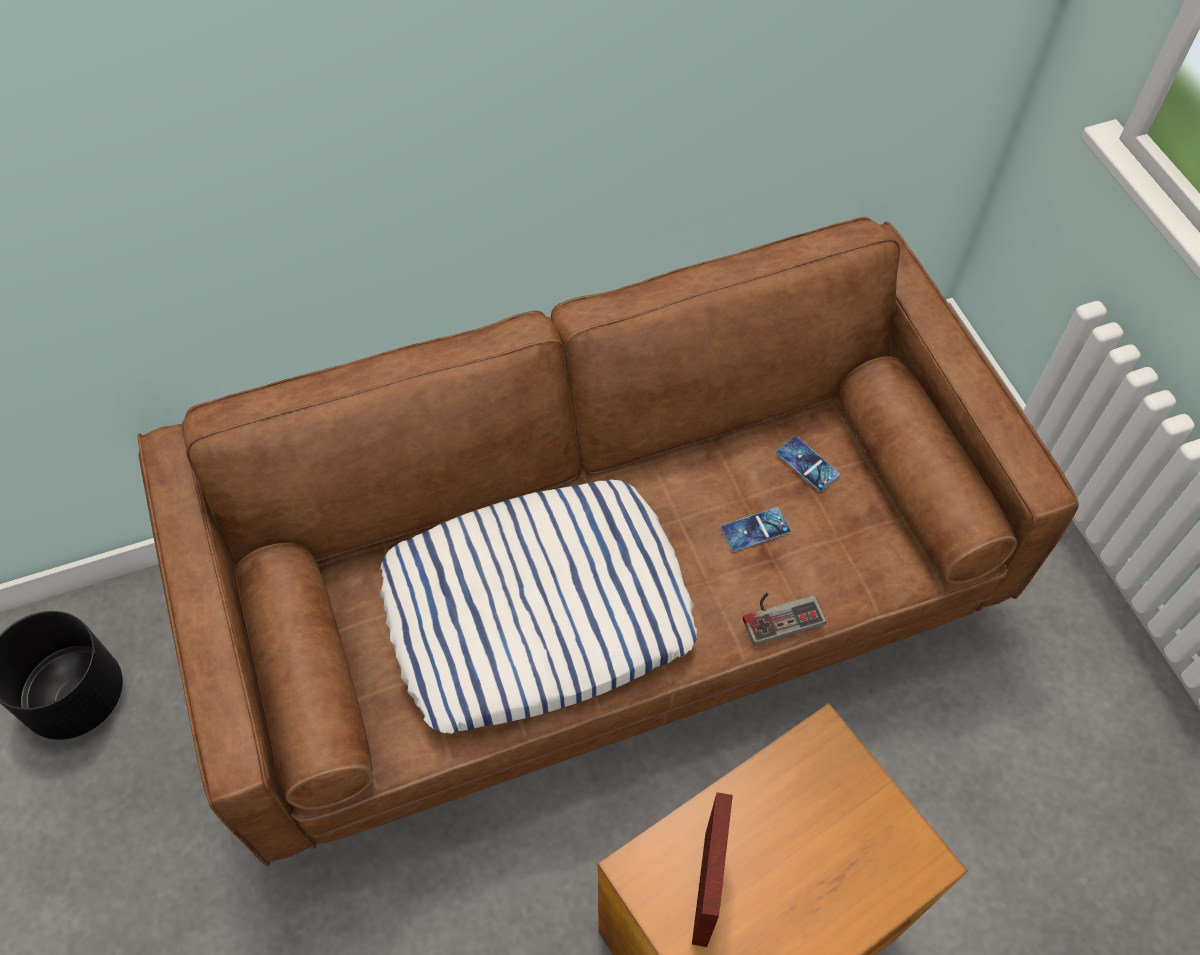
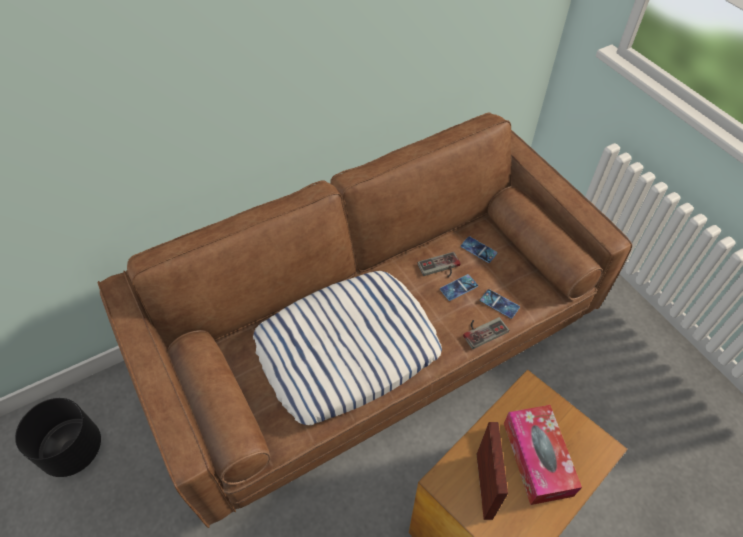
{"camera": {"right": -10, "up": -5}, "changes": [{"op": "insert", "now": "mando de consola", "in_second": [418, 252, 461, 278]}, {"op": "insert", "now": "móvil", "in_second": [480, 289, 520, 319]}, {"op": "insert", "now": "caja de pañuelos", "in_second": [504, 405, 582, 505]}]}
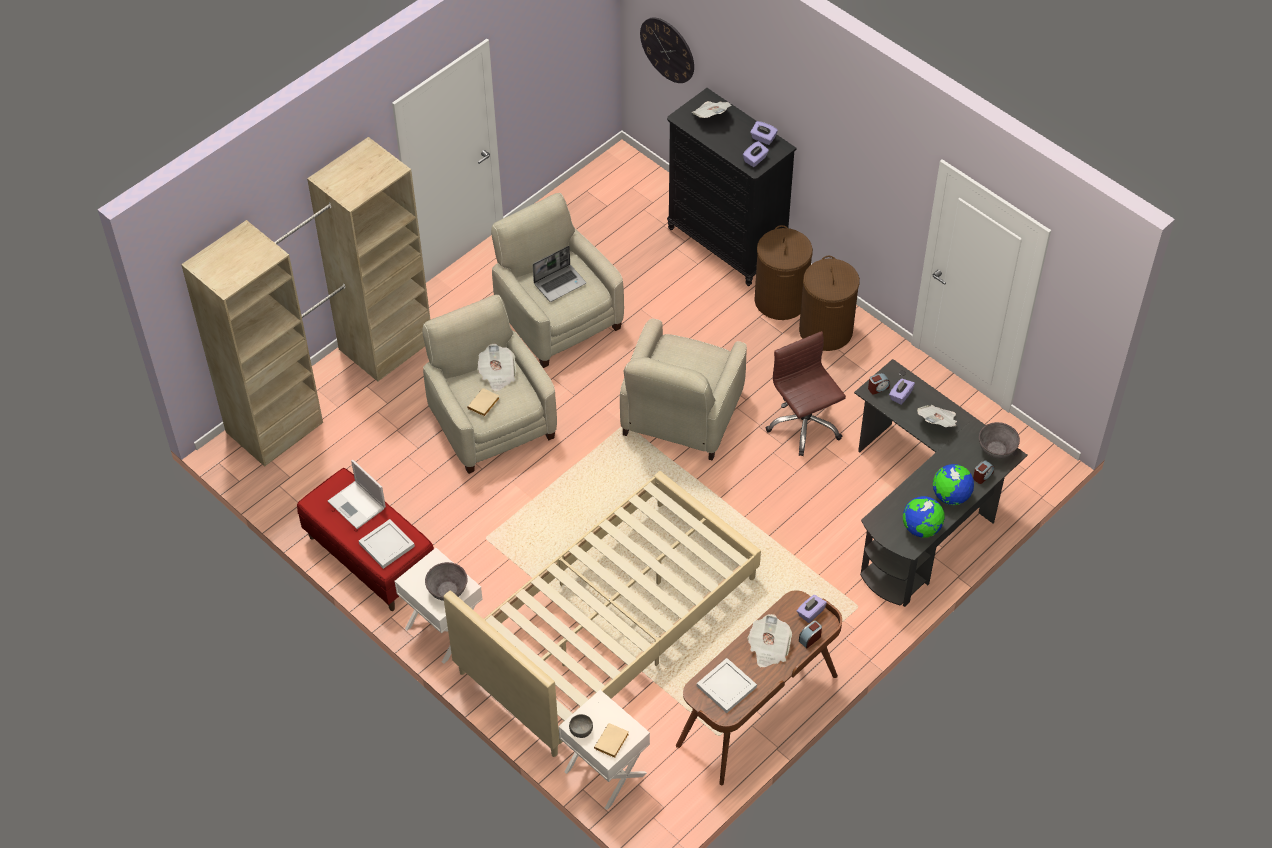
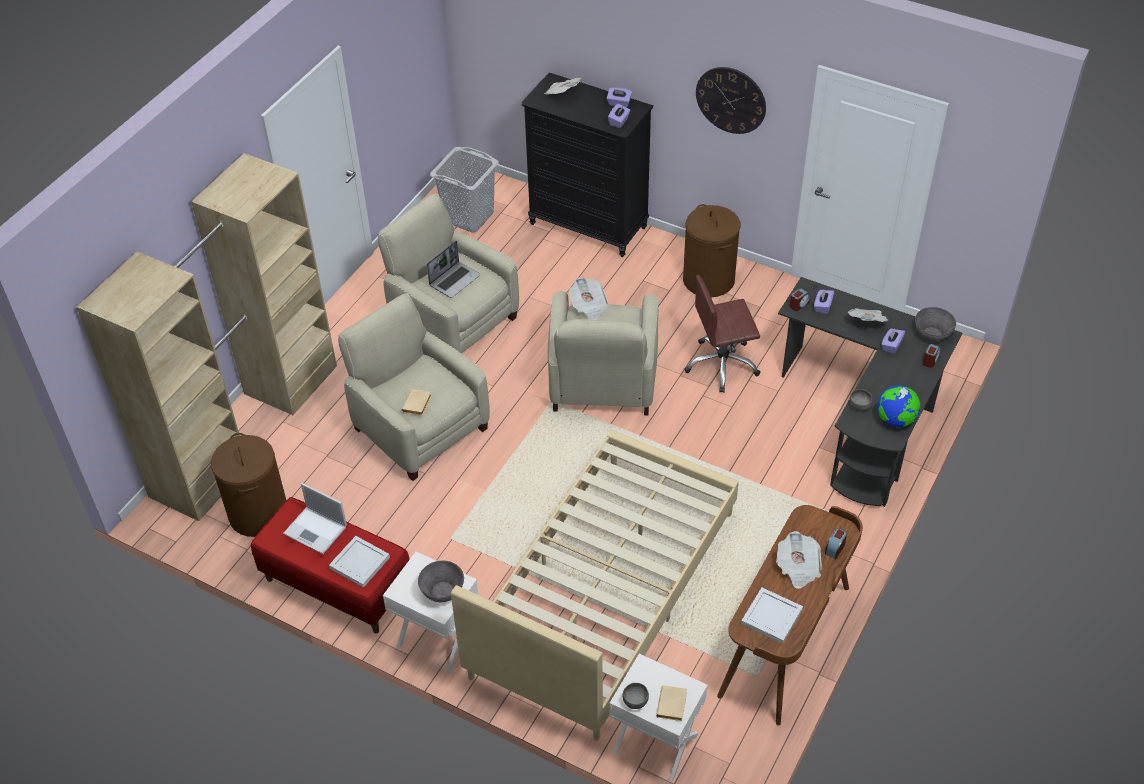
{"camera": {"right": -15, "up": -5}, "changes": [{"op": "delete", "was": "globo terráqueo", "in_first": [933, 464, 974, 505]}, {"op": "insert", "now": "cesto de la ropa [gris]", "in_second": [430, 147, 499, 233]}, {"op": "insert", "now": "cuenco [gris]", "in_second": [850, 389, 873, 411]}, {"op": "move", "was": "periódico", "in_first": [477, 344, 516, 391], "in_second": [569, 277, 609, 320]}, {"op": "move", "was": "reloj de pared", "in_first": [640, 17, 694, 83], "in_second": [696, 67, 766, 134]}, {"op": "move", "was": "cesto de la ropa [marrón]", "in_first": [754, 225, 813, 320], "in_second": [211, 433, 286, 537]}, {"op": "move", "was": "caja de pañuelos [morado]", "in_first": [797, 595, 827, 623], "in_second": [881, 328, 905, 354]}, {"op": "rotate", "was": "silla de oficina [marrón]", "in_first": [766, 331, 846, 456], "in_second": [684, 275, 760, 393], "clockwise": -60}]}
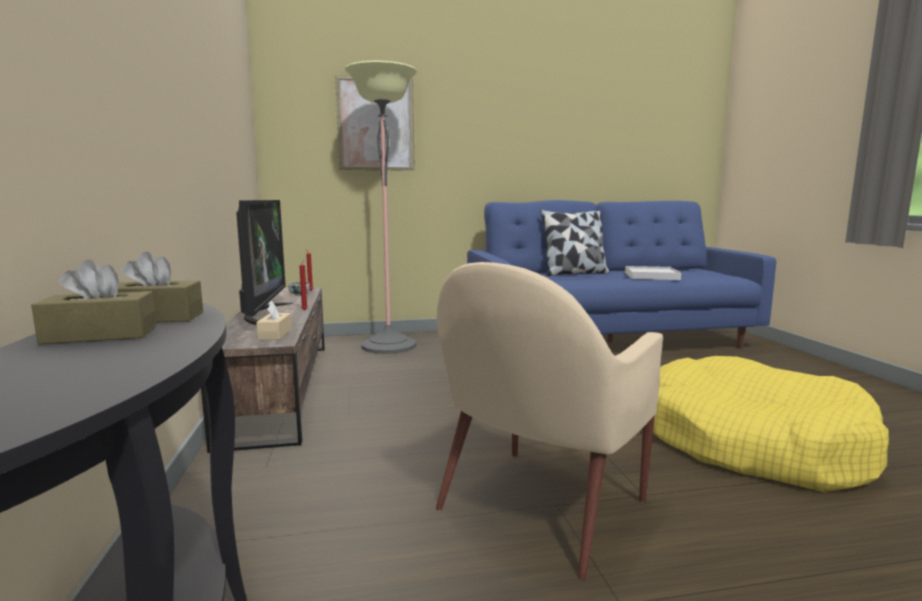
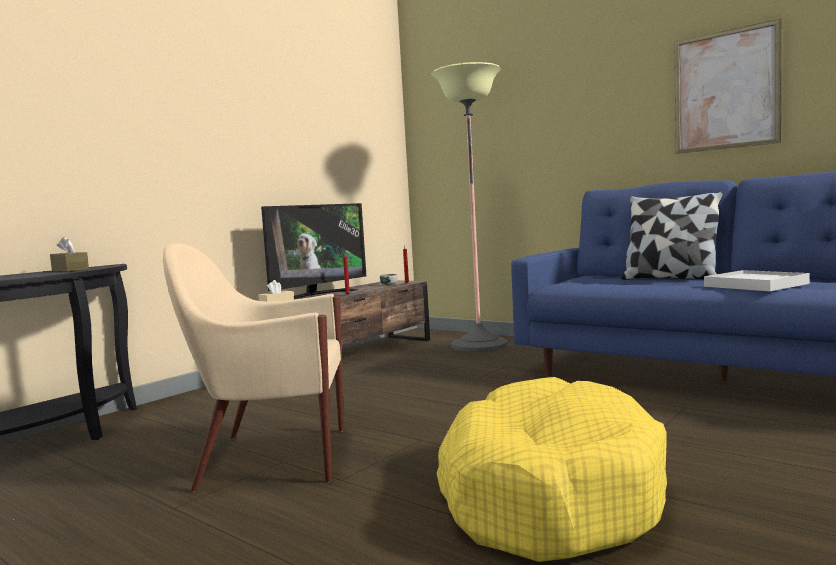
{"camera": {"right": 50, "up": -5}, "changes": [{"op": "delete", "was": "caja de pañuelos [marrón]", "in_first": [31, 260, 157, 345]}, {"op": "move", "was": "cuadro", "in_first": [335, 75, 415, 171], "in_second": [674, 19, 781, 154]}]}
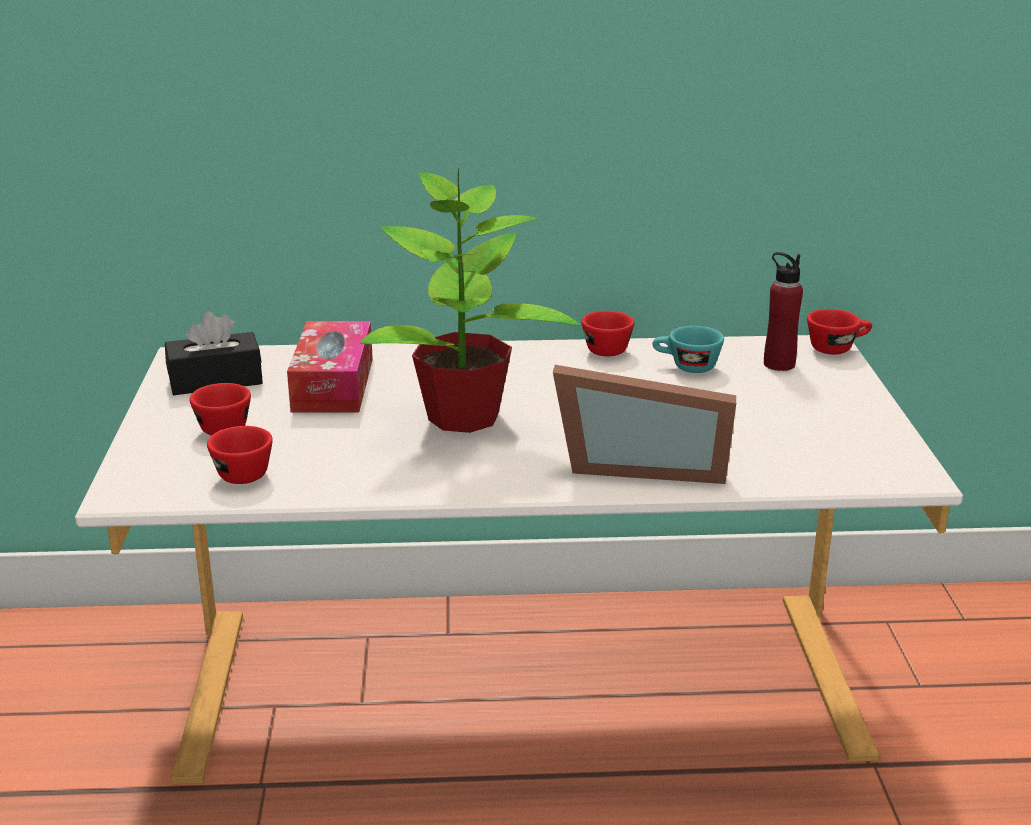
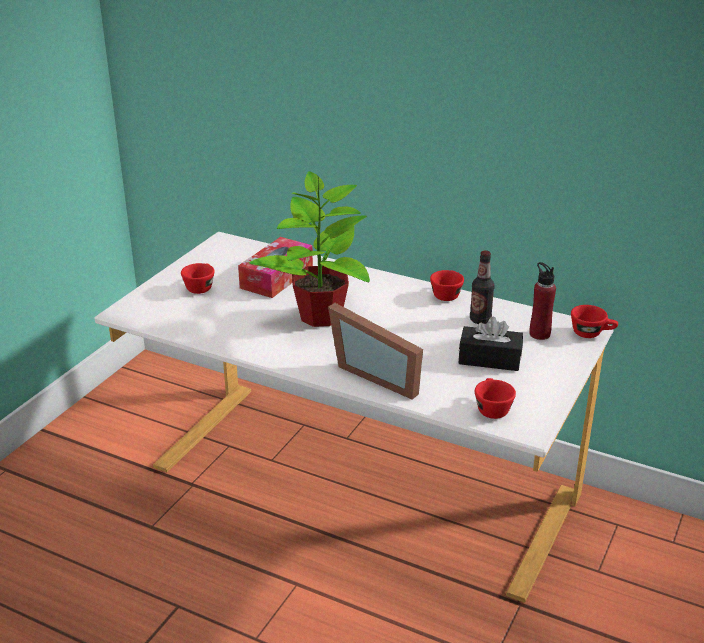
{"camera": {"right": 30, "up": 5}, "changes": [{"op": "move", "was": "caja de pañuelos [negro]", "in_first": [165, 311, 263, 395], "in_second": [459, 316, 523, 371]}, {"op": "move", "was": "taza [rojo]", "in_first": [207, 426, 273, 484], "in_second": [475, 378, 516, 419]}, {"op": "replace", "was": "taza [turquesa]", "now": "botella", "in_first": [652, 326, 724, 373], "in_second": [470, 250, 495, 324]}]}
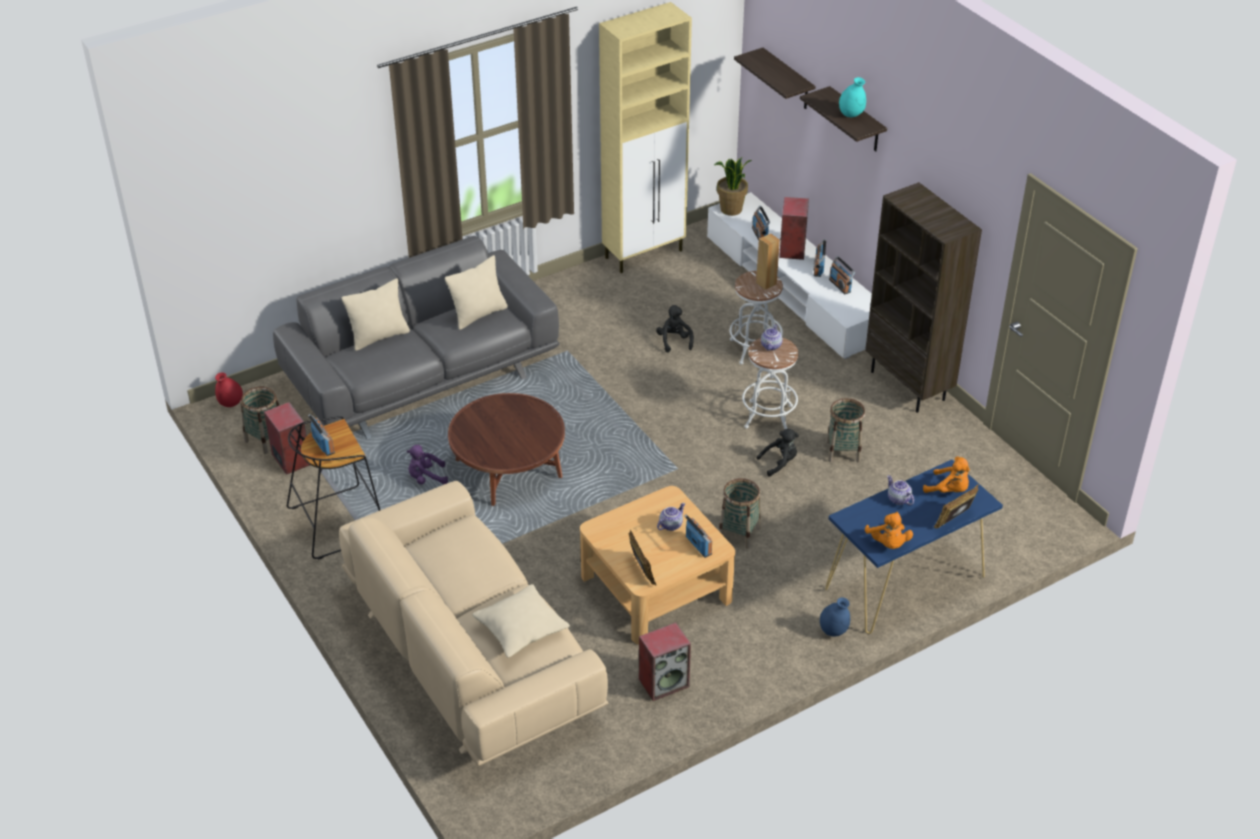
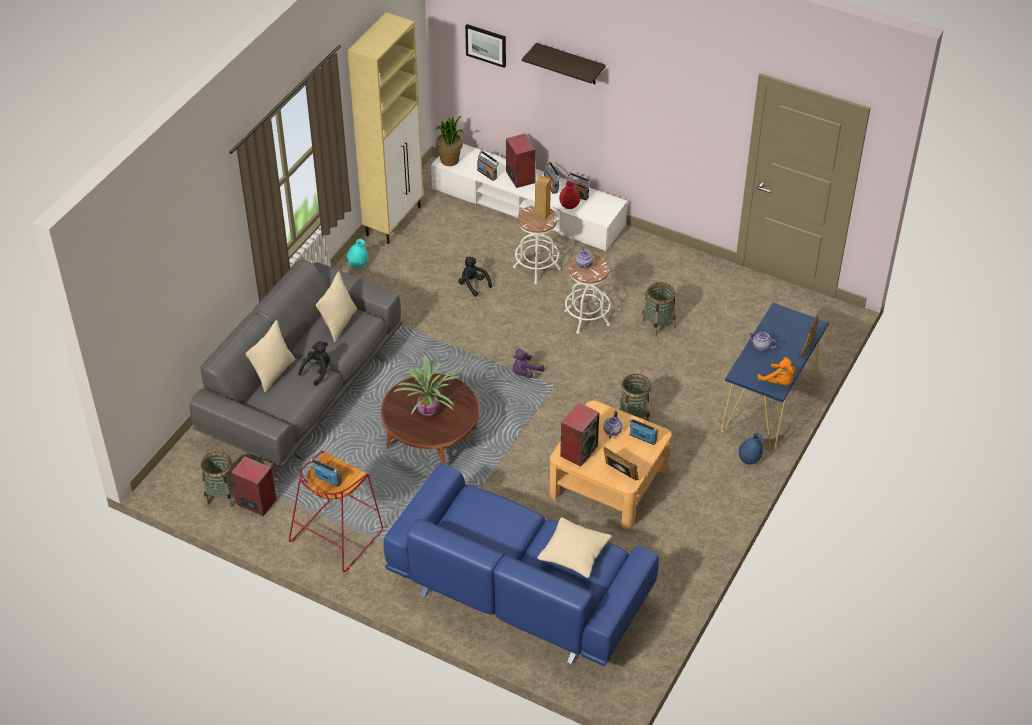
{"camera": {"right": -30, "up": 5}, "changes": [{"op": "delete", "was": "estantería [marrón]", "in_first": [865, 182, 982, 413]}, {"op": "delete", "was": "peluche [naranja]", "in_first": [923, 457, 970, 493]}, {"op": "insert", "now": "planta en maceta", "in_second": [393, 355, 458, 416]}, {"op": "move", "was": "florero [rojo]", "in_first": [215, 372, 243, 407], "in_second": [559, 182, 580, 209]}, {"op": "move", "was": "peluche [morado]", "in_first": [407, 445, 448, 484], "in_second": [513, 349, 544, 378]}, {"op": "move", "was": "altavoz", "in_first": [639, 623, 691, 701], "in_second": [560, 402, 599, 466]}, {"op": "move", "was": "peluche [negro]", "in_first": [757, 429, 799, 476], "in_second": [298, 341, 330, 386]}, {"op": "move", "was": "florero [turquesa]", "in_first": [839, 77, 866, 117], "in_second": [347, 239, 368, 268]}, {"op": "replace", "was": "estante", "now": "cuadro", "in_first": [734, 48, 816, 109], "in_second": [465, 24, 506, 68]}, {"op": "recolor", "was": "taburete [negro]", "now": "taburete [rojo]", "in_first": [287, 416, 380, 560], "in_second": [289, 451, 383, 572]}, {"op": "recolor", "was": "sofá [beis]", "now": "sofá [azul]", "in_first": [339, 481, 608, 766], "in_second": [384, 464, 659, 666]}]}
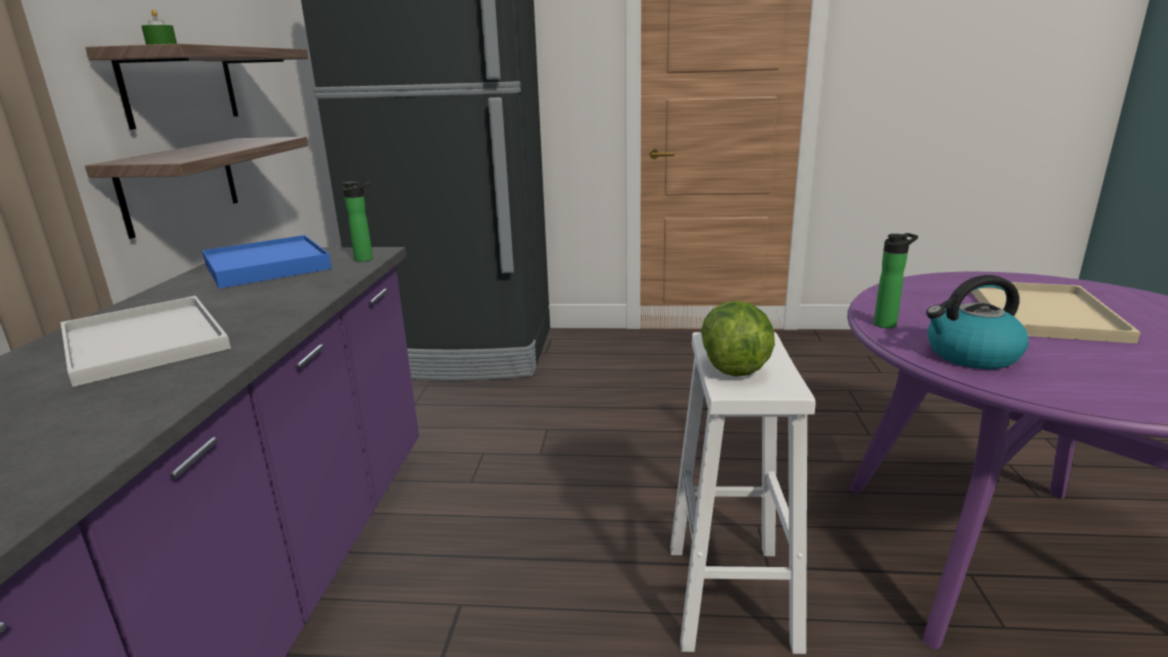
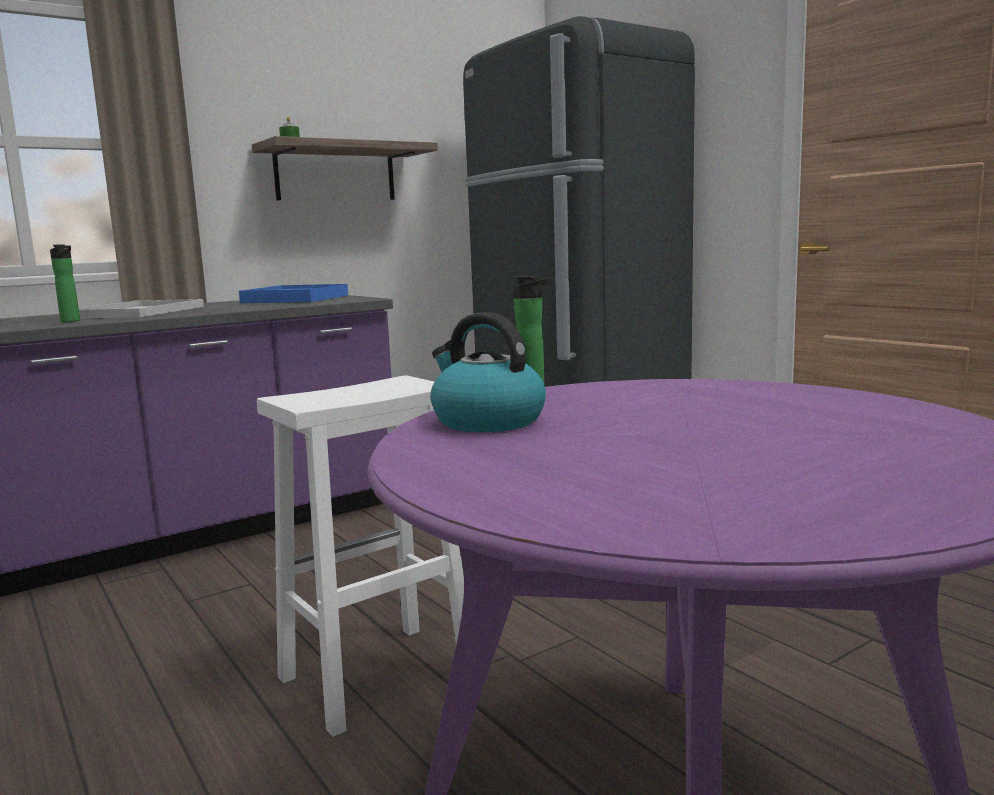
{"camera": {"right": 50, "up": -10}, "changes": [{"op": "delete", "was": "estante", "in_first": [85, 137, 308, 239]}, {"op": "delete", "was": "lechuga", "in_first": [701, 301, 775, 377]}, {"op": "delete", "was": "bandeja [beis]", "in_first": [971, 282, 1141, 344]}, {"op": "move", "was": "botella", "in_first": [342, 182, 373, 262], "in_second": [50, 244, 80, 322]}]}
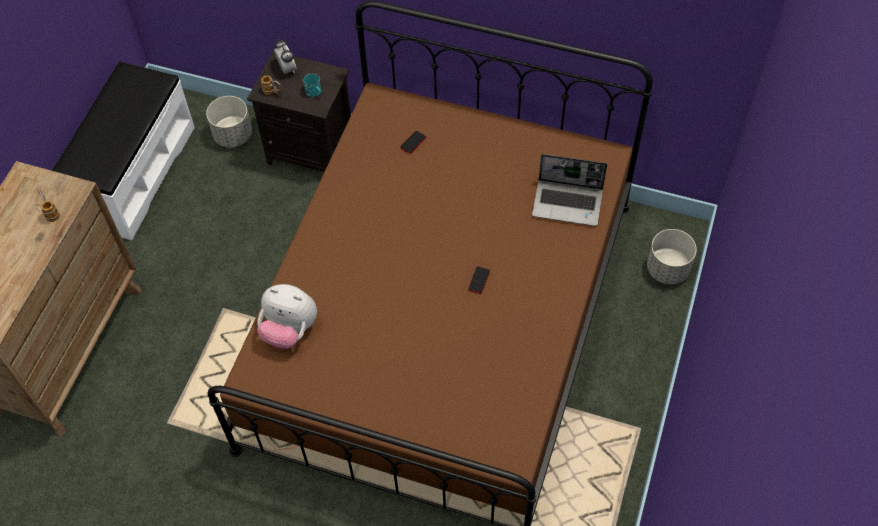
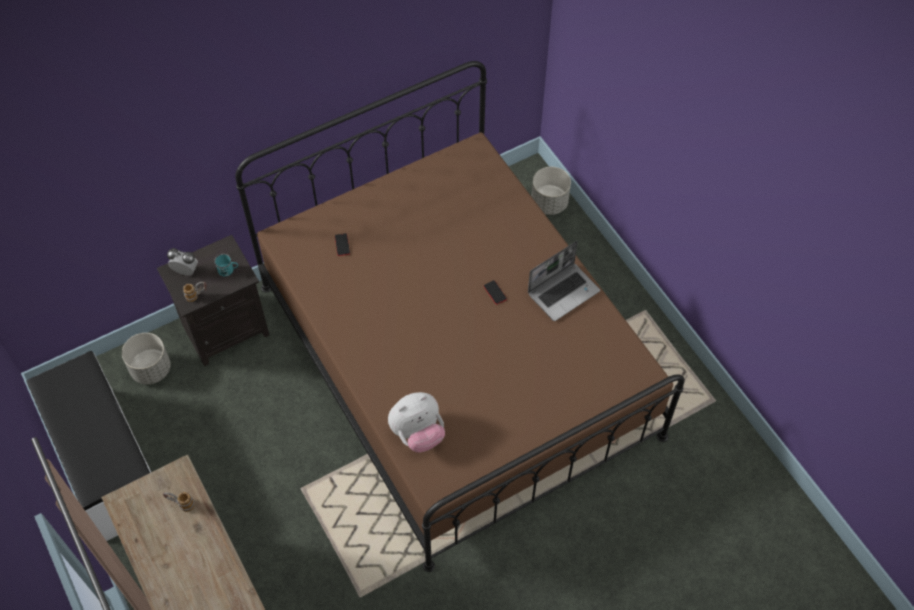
{"camera": {"right": -50, "up": 0}, "changes": [{"op": "move", "was": "portátil", "in_first": [532, 154, 607, 226], "in_second": [528, 241, 600, 321]}]}
